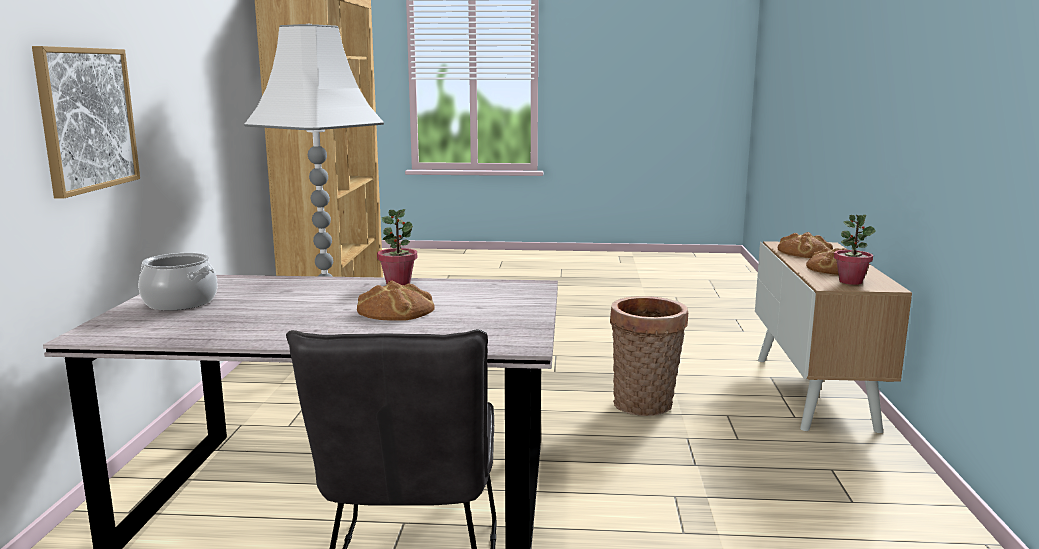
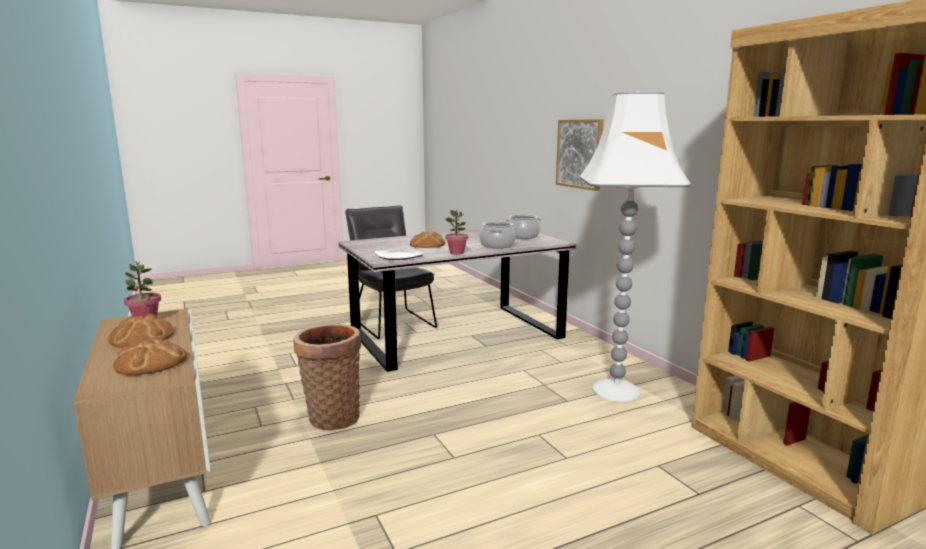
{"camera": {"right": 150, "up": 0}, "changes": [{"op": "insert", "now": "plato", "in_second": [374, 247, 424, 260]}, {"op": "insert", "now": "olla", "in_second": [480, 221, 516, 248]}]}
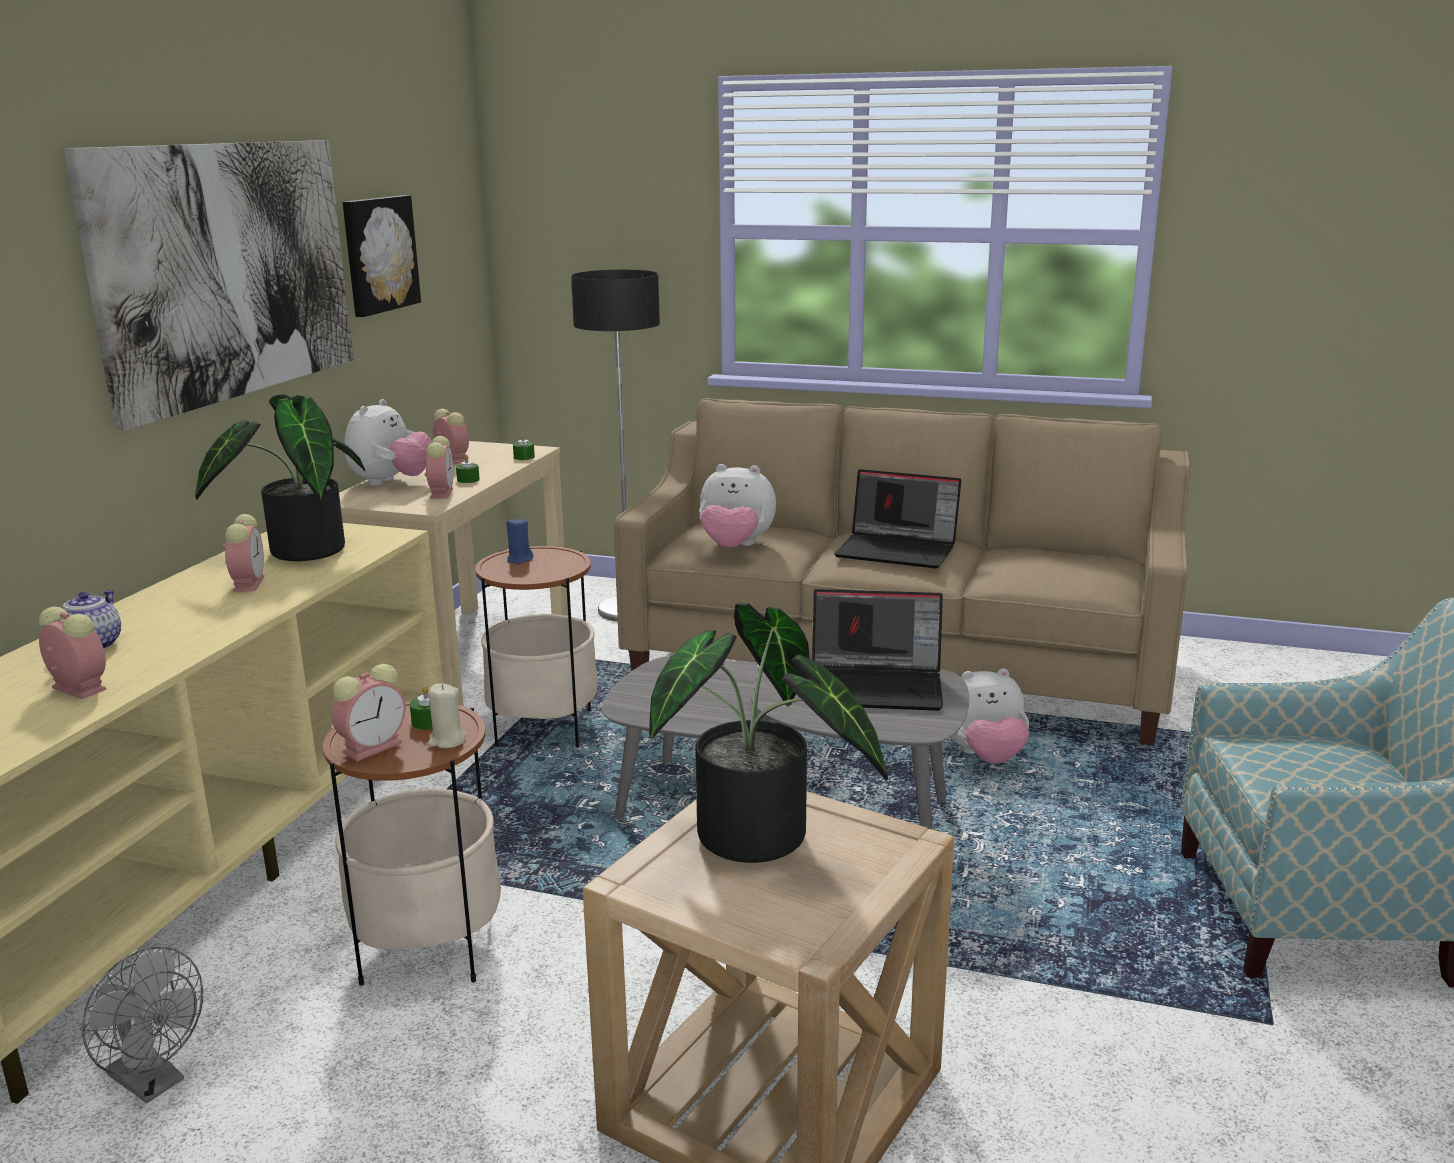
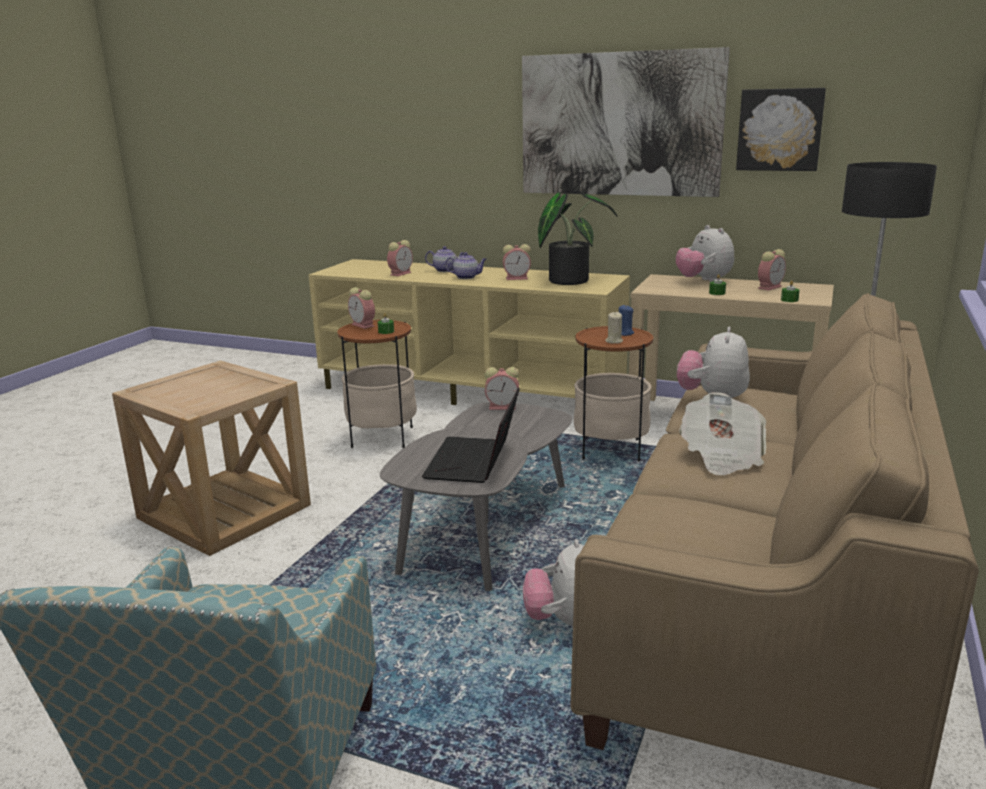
{"camera": {"right": 95, "up": 0}, "changes": [{"op": "delete", "was": "ventilador [gris]", "in_first": [82, 946, 203, 1103]}, {"op": "delete", "was": "planta en maceta", "in_first": [649, 603, 888, 863]}, {"op": "insert", "now": "tetera", "in_second": [445, 252, 487, 279]}, {"op": "move", "was": "despertador", "in_first": [423, 436, 453, 499], "in_second": [485, 367, 519, 410]}, {"op": "move", "was": "vela [beis]", "in_first": [427, 684, 466, 748], "in_second": [605, 312, 623, 344]}, {"op": "replace", "was": "portátil", "now": "periódico", "in_first": [834, 469, 961, 569], "in_second": [679, 392, 766, 475]}, {"op": "rotate", "was": "peluche", "in_first": [344, 399, 432, 486], "in_second": [676, 225, 734, 282], "clockwise": 45}]}
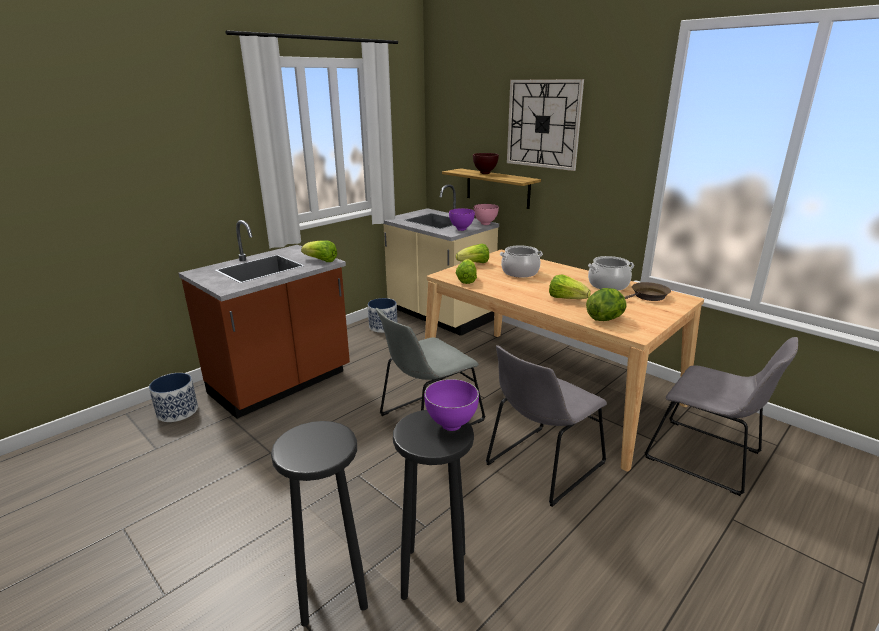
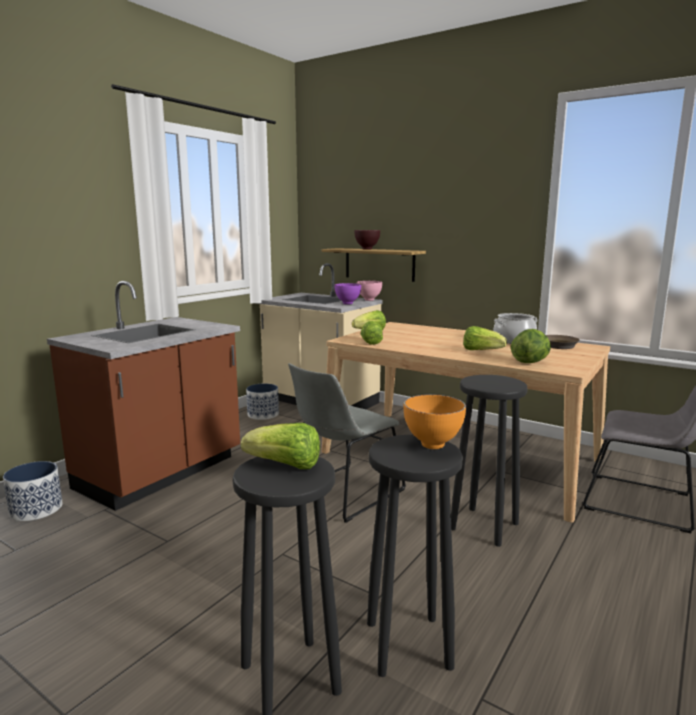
{"camera": {"right": -10, "up": -10}, "changes": [{"op": "delete", "was": "olla", "in_first": [500, 245, 543, 278]}, {"op": "delete", "was": "reloj de pared", "in_first": [507, 79, 584, 171]}, {"op": "move", "was": "lechuga", "in_first": [301, 240, 337, 262], "in_second": [241, 423, 320, 469]}, {"op": "replace", "was": "silla [gris]", "now": "taburete [negro]", "in_first": [486, 345, 607, 507], "in_second": [451, 375, 528, 547]}, {"op": "recolor", "was": "cuenco [morado]", "now": "cuenco [naranja]", "in_first": [424, 379, 479, 431], "in_second": [404, 394, 466, 449]}]}
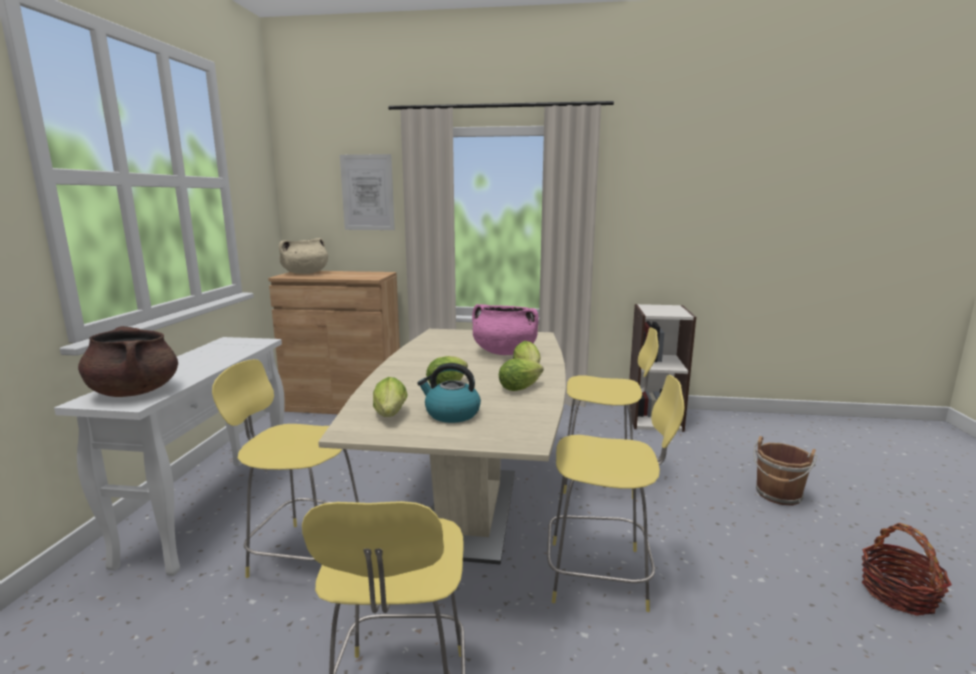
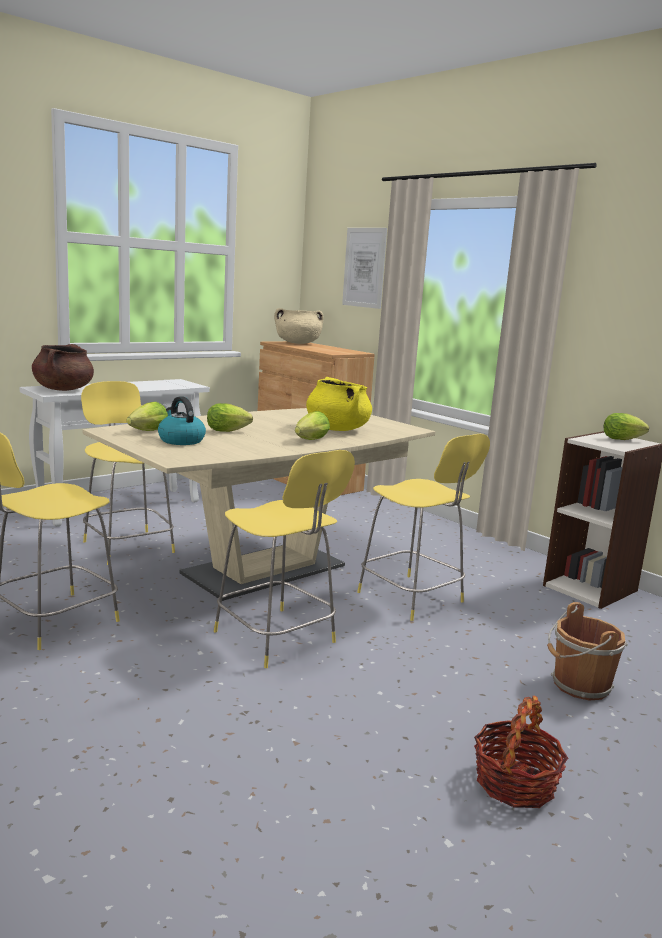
{"camera": {"right": 40, "up": 0}, "changes": [{"op": "move", "was": "lechuga", "in_first": [499, 358, 543, 391], "in_second": [603, 413, 649, 440]}, {"op": "recolor", "was": "olla [rosa]", "now": "olla [amarillo]", "in_first": [472, 304, 539, 355], "in_second": [306, 377, 372, 431]}]}
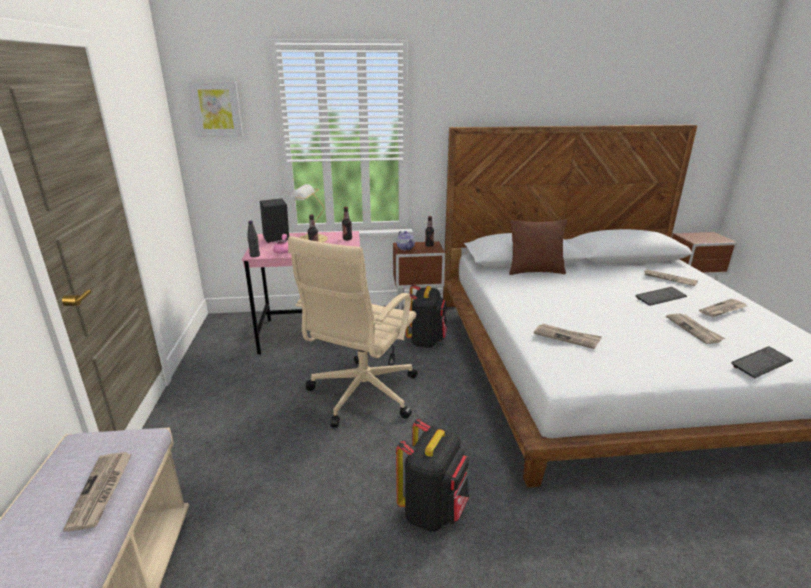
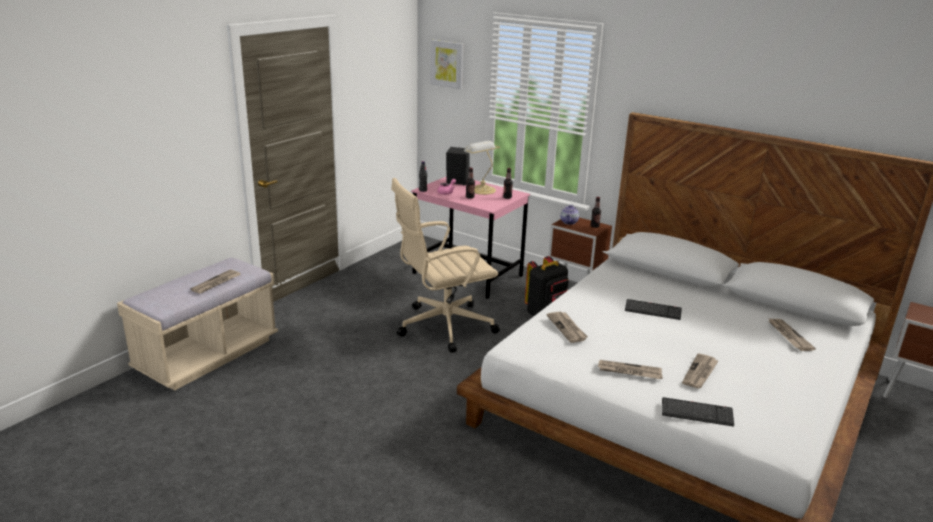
{"camera": {"right": 40, "up": 0}, "changes": [{"op": "delete", "was": "mochila [negro]", "in_first": [396, 419, 469, 532]}, {"op": "delete", "was": "cojín [marrón]", "in_first": [509, 219, 567, 275]}, {"op": "move", "was": "teclado", "in_first": [635, 287, 687, 306], "in_second": [625, 299, 682, 320]}, {"op": "move", "was": "periódico", "in_first": [699, 299, 747, 317], "in_second": [598, 360, 663, 379]}]}
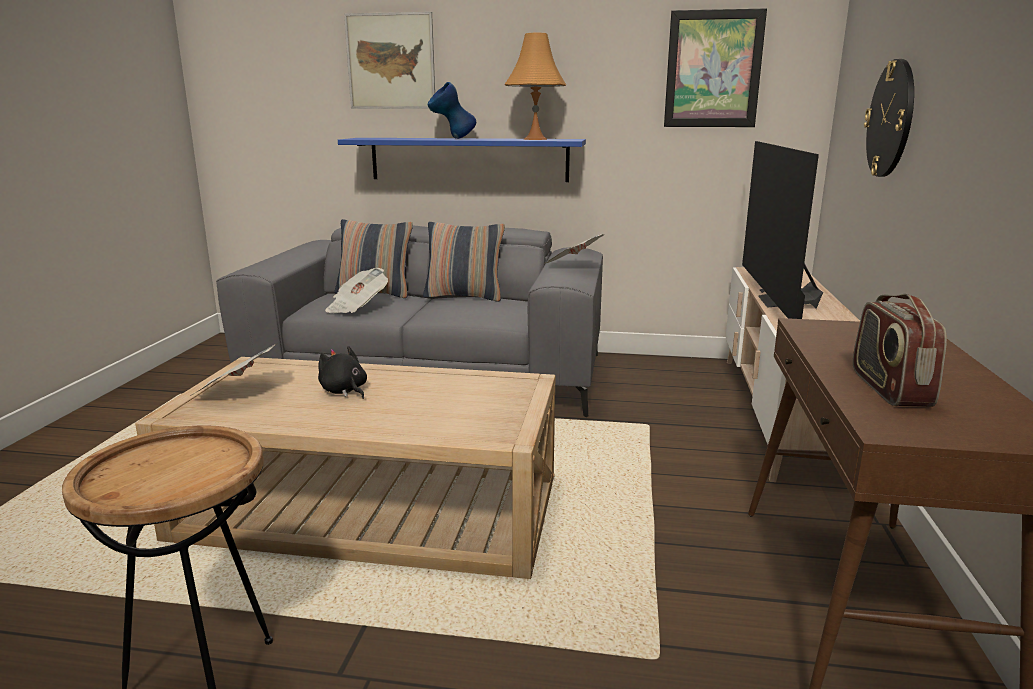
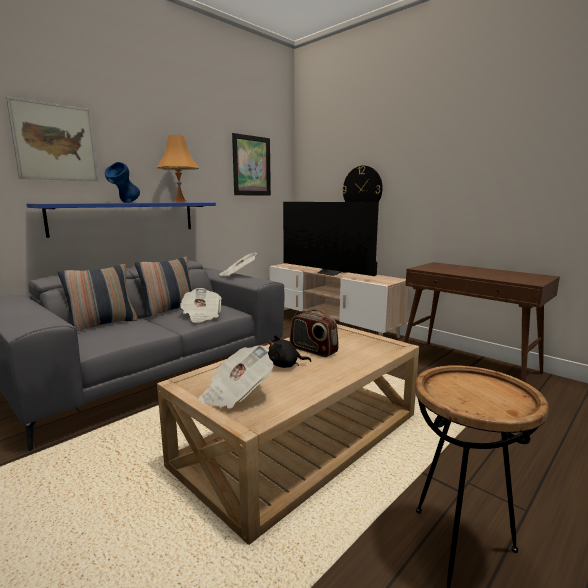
{"camera": {"right": -55, "up": -5}, "changes": [{"op": "move", "was": "periódico", "in_first": [325, 268, 388, 313], "in_second": [180, 288, 222, 323]}, {"op": "move", "was": "radio", "in_first": [853, 294, 947, 407], "in_second": [290, 309, 339, 357]}]}
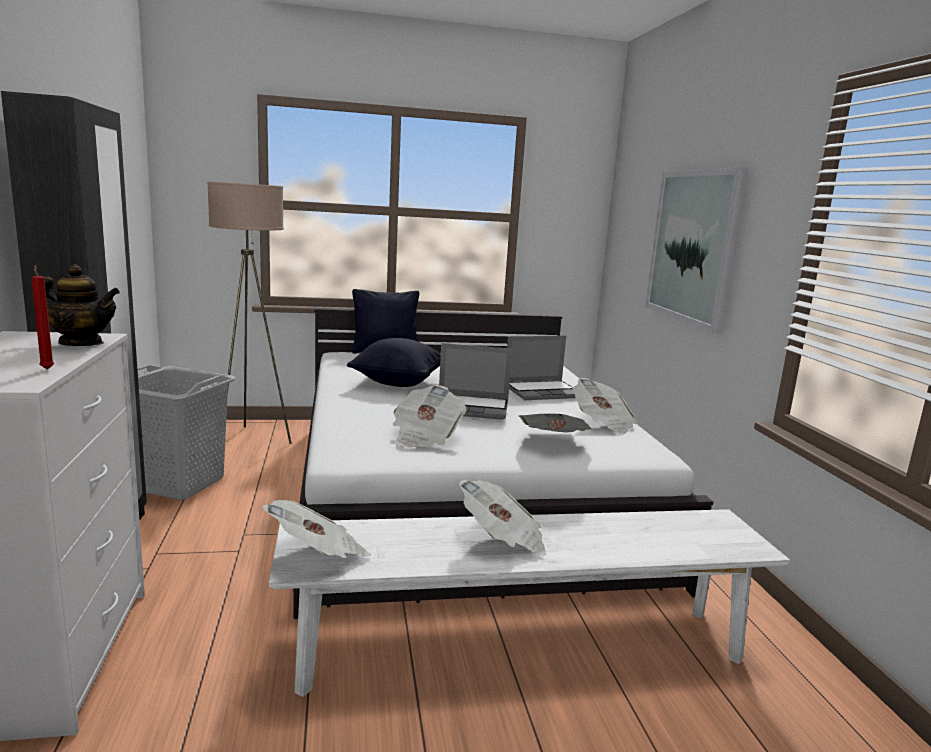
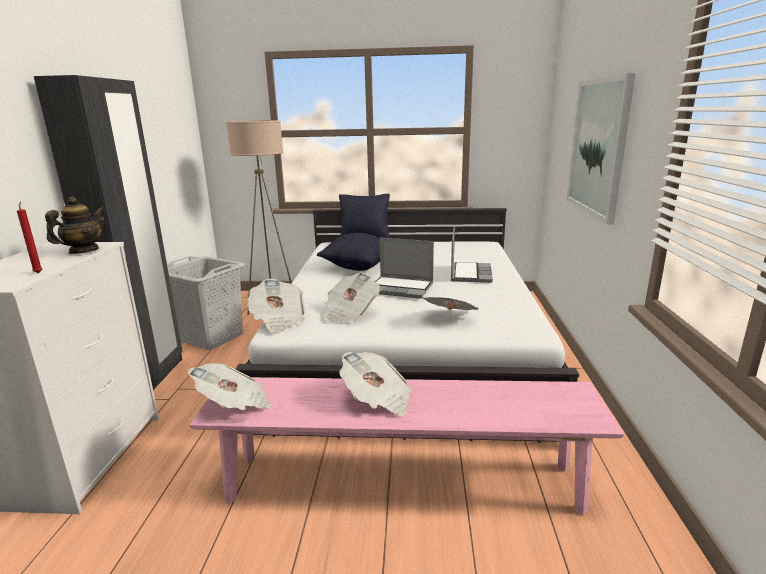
{"camera": {"right": 15, "up": 5}, "changes": [{"op": "move", "was": "periódico", "in_first": [572, 378, 638, 435], "in_second": [247, 279, 305, 333]}, {"op": "recolor", "was": "banco [blanco]", "now": "banco [rosa]", "in_first": [269, 509, 790, 697], "in_second": [189, 377, 624, 515]}, {"op": "rotate", "was": "tetera", "in_first": [34, 265, 120, 346], "in_second": [45, 197, 105, 254], "clockwise": -75}, {"op": "rotate", "was": "portátil", "in_first": [507, 336, 575, 400], "in_second": [451, 226, 493, 283], "clockwise": -75}]}
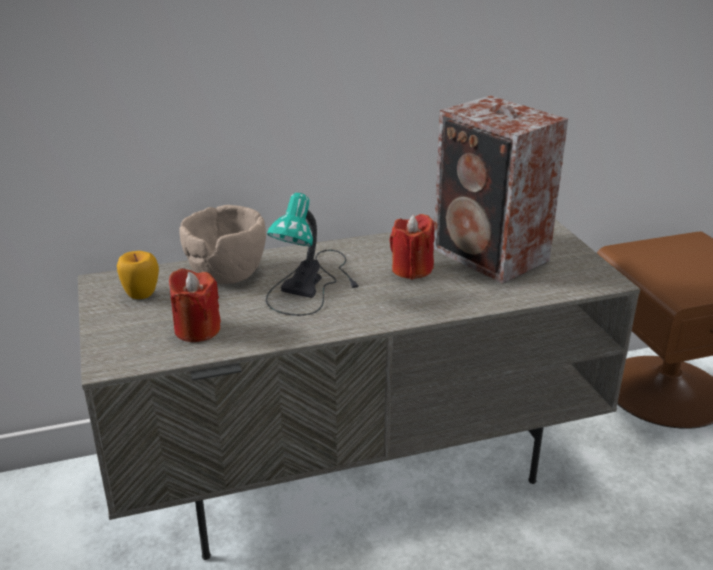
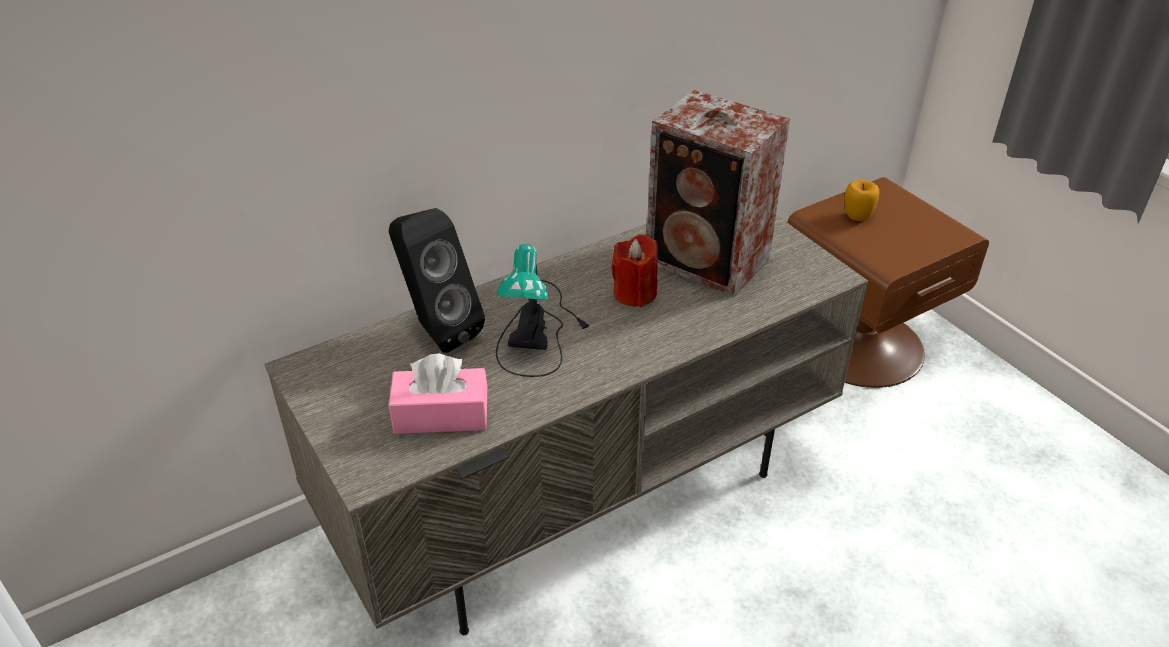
{"camera": {"right": -15, "up": 10}, "changes": [{"op": "move", "was": "manzana", "in_first": [117, 251, 159, 299], "in_second": [844, 180, 879, 221]}, {"op": "replace", "was": "vela [rojo]", "now": "caja de pañuelos [rosa]", "in_first": [169, 268, 221, 342], "in_second": [389, 354, 487, 434]}, {"op": "replace", "was": "cuenco [marrón]", "now": "altavoz [negro]", "in_first": [180, 205, 266, 284], "in_second": [389, 208, 485, 353]}]}
